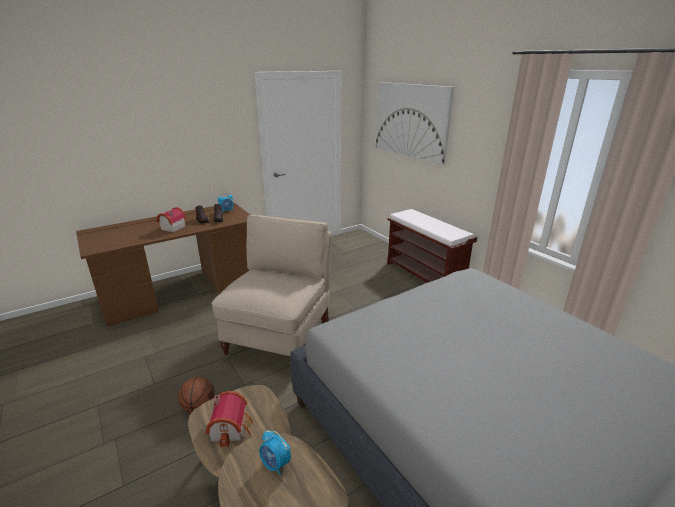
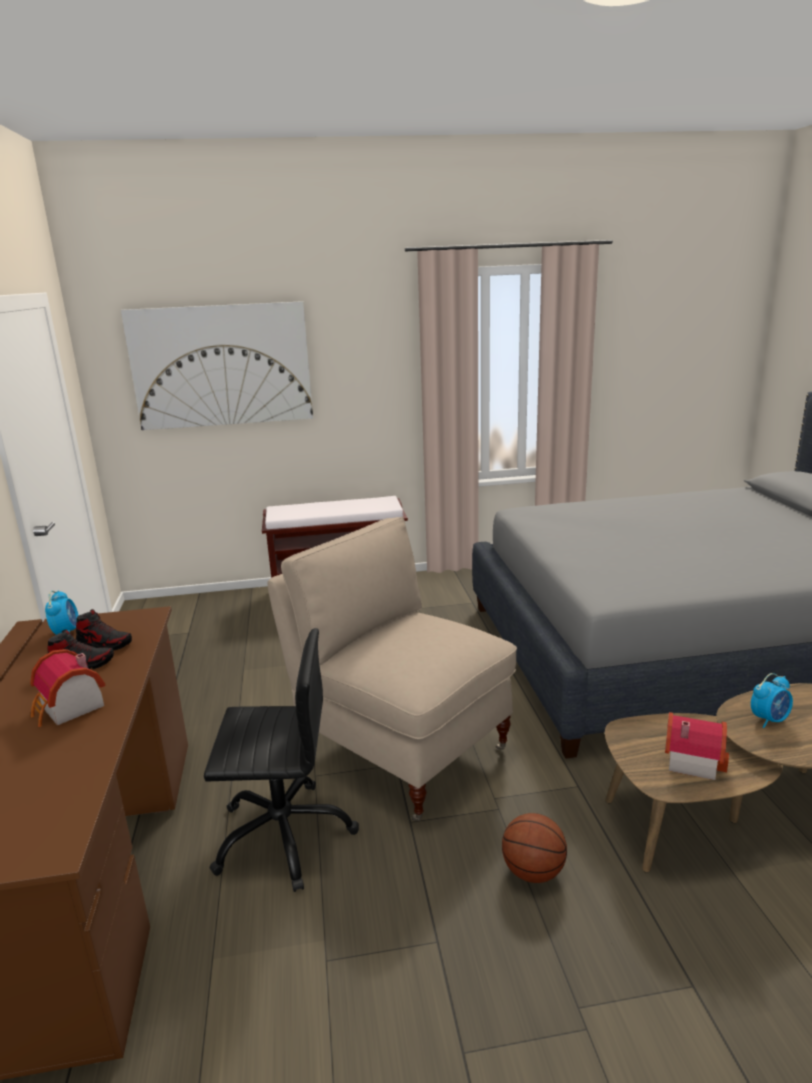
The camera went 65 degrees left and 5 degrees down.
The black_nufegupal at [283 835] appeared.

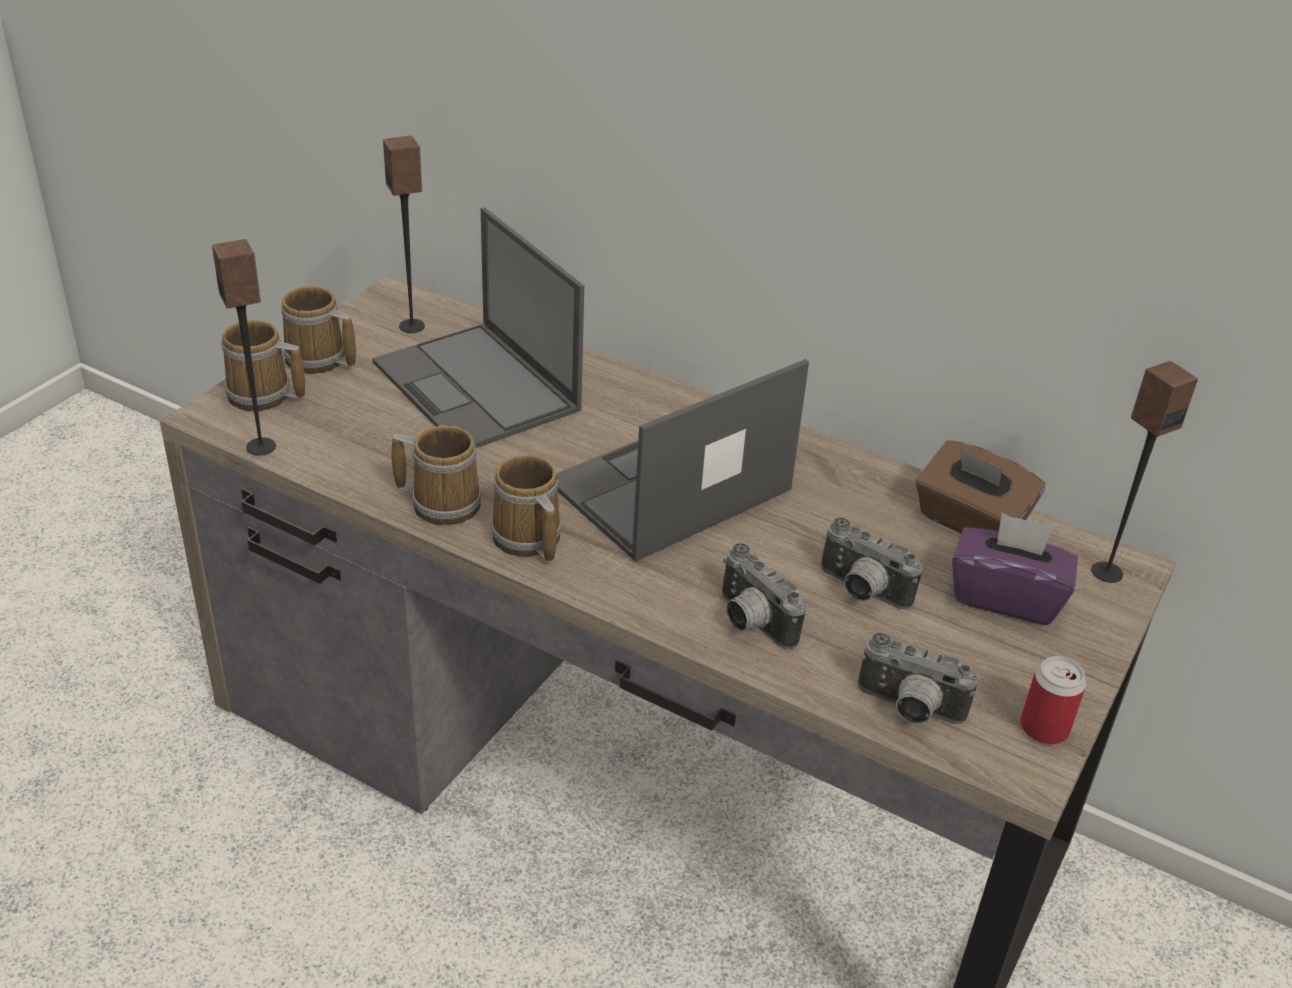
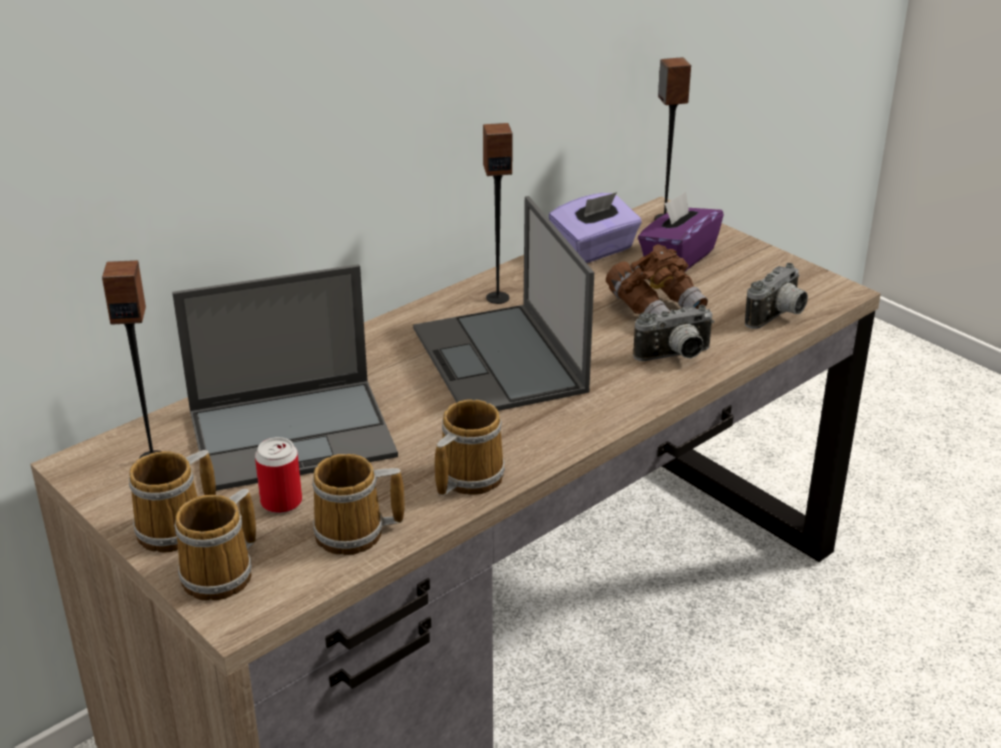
The camera went 70 degrees left and 5 degrees down.
The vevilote moved from [262 447] to [497 297].
The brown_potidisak at [970 522] became the purple_potidisak at [594 250].
The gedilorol moved from [526 539] to [354 534].
The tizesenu at [860 592] was replaced by the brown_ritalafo at [656 307].
The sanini moved from [1044 728] to [281 502].

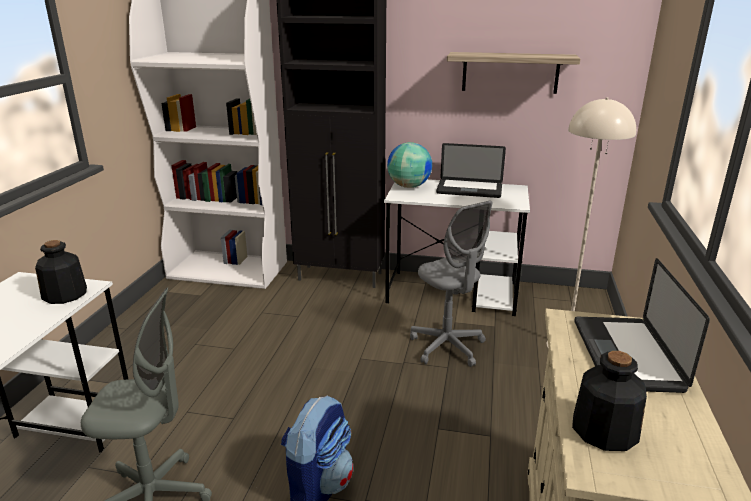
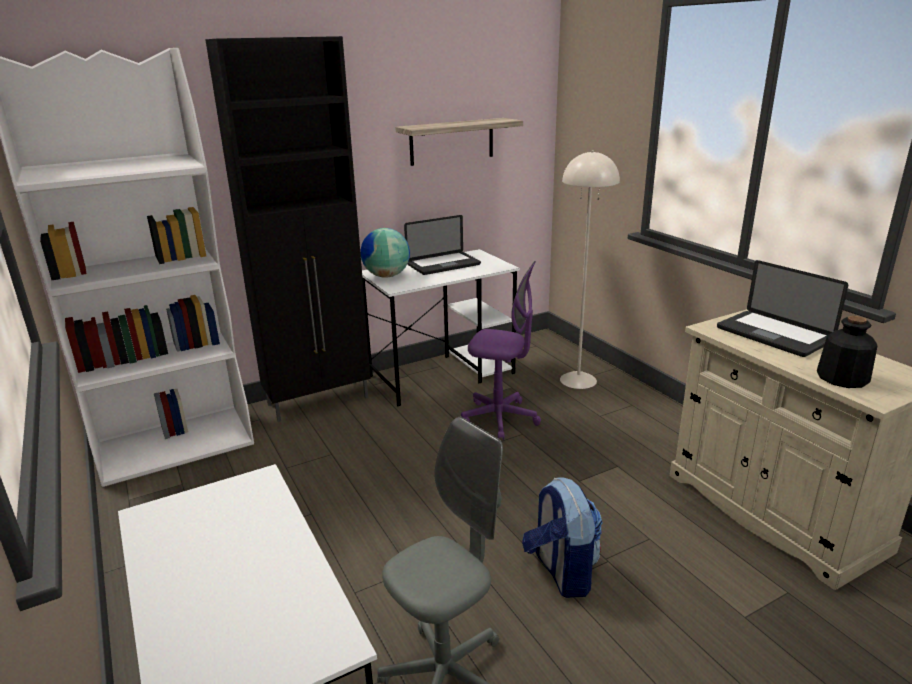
The camera went 40 degrees left and 0 degrees up.
The grey_nufegupal at [447 347] became the purple_nufegupal at [500 418].
The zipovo at [65 295] disappeared.

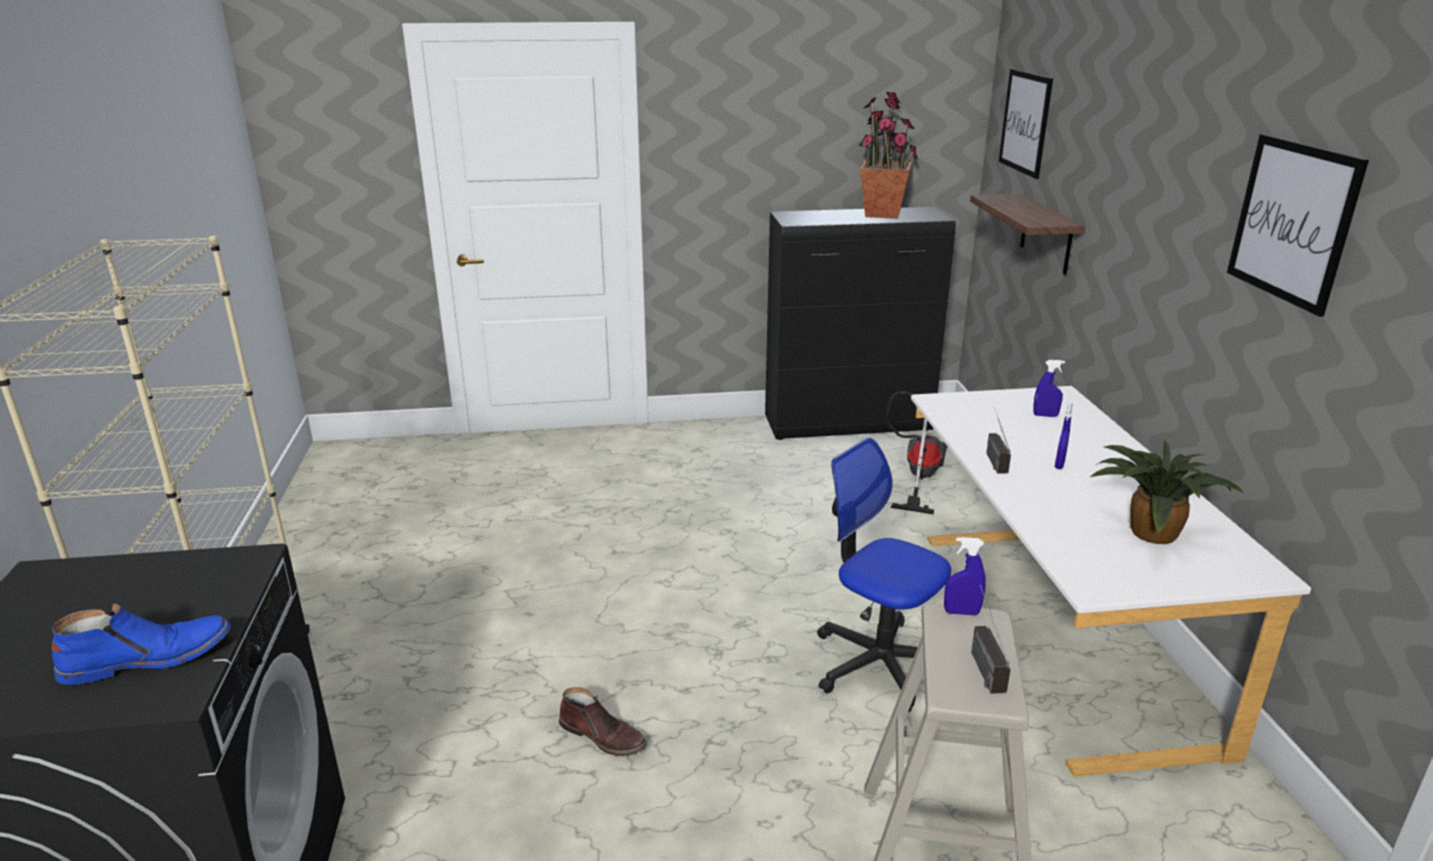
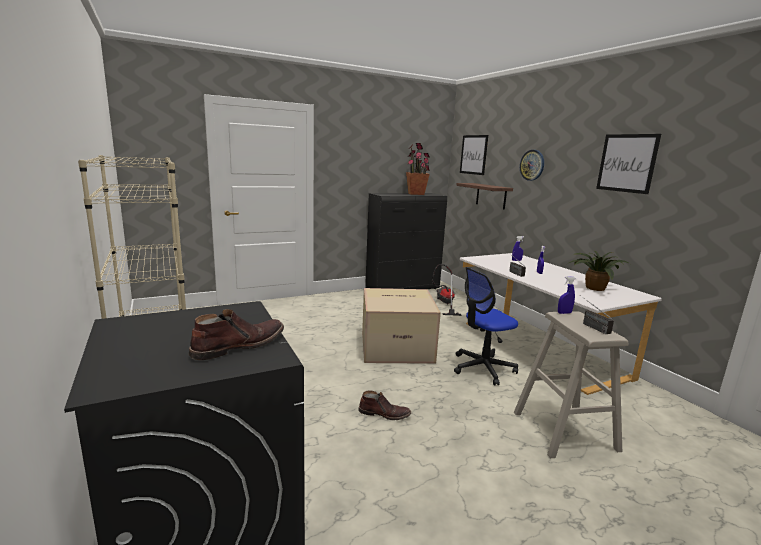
The camera went 20 degrees left and 10 degrees down.
The nufegupal at [878 663] turned 45 degrees counterclockwise.
The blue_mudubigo at [148 658] became the brown_mudubigo at [238 346].
The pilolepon at [532 165] appeared.
The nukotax at [397 346] appeared.

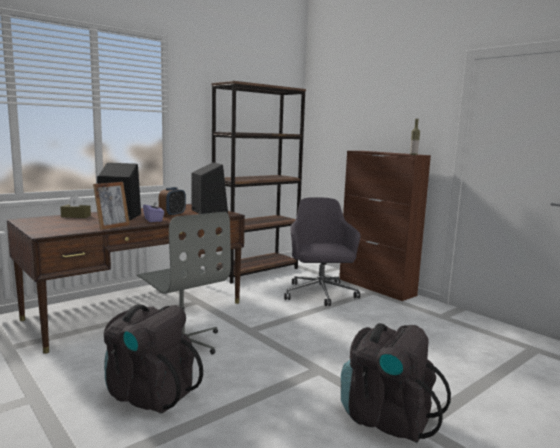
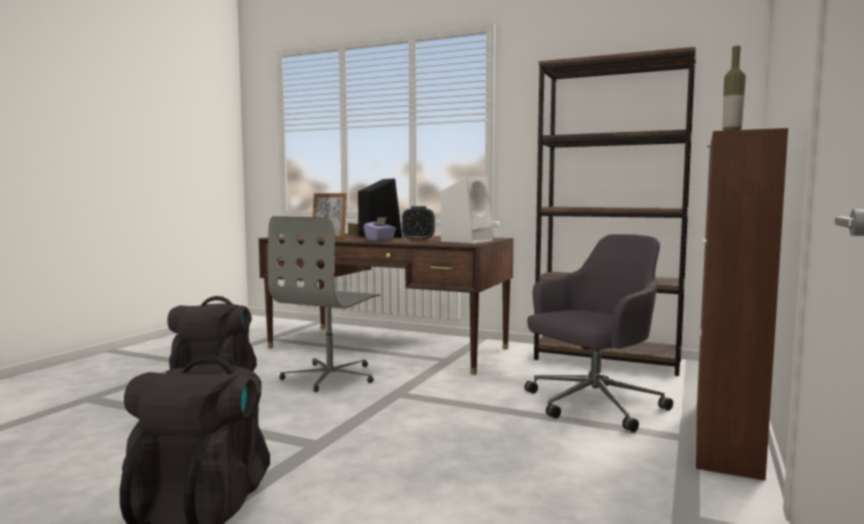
The camera went 65 degrees right and 5 degrees down.
The black_vevilote at [208 211] became the white_vevilote at [467 241].

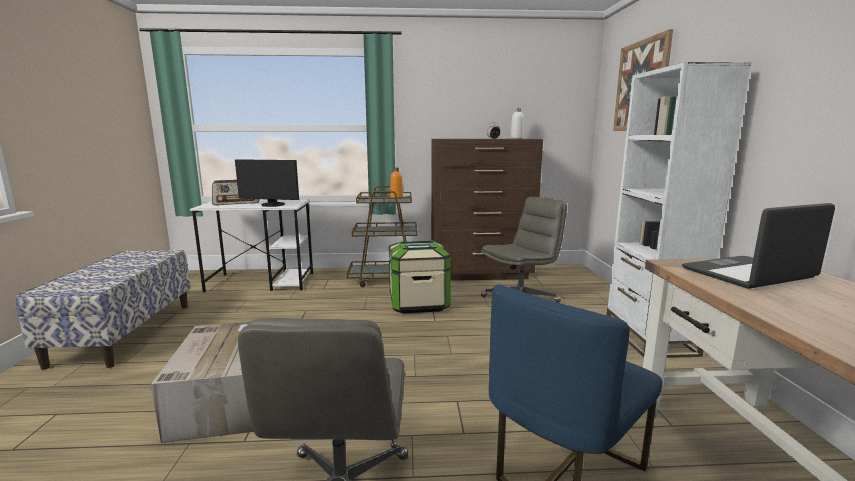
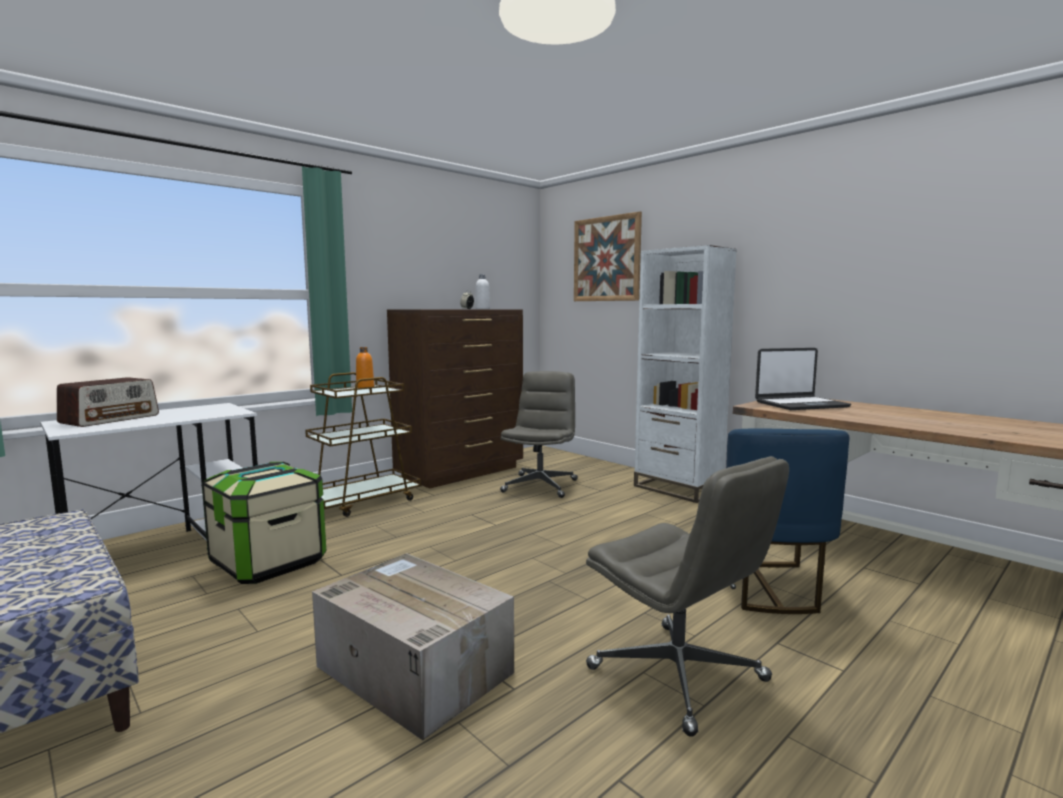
The camera went 40 degrees left and 5 degrees down.
The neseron at [272 205] disappeared.
The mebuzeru at [749 274] turned 135 degrees counterclockwise.
The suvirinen moved from [418 303] to [269 562].

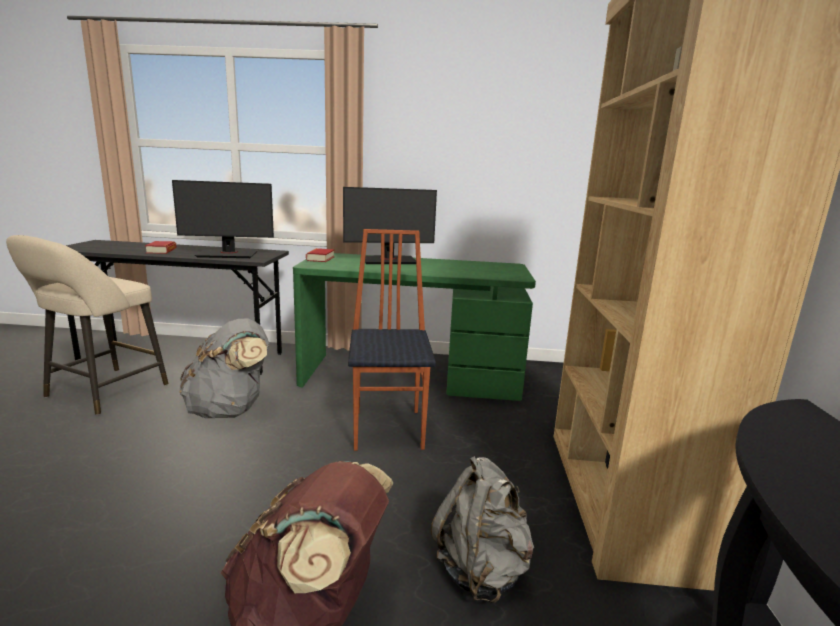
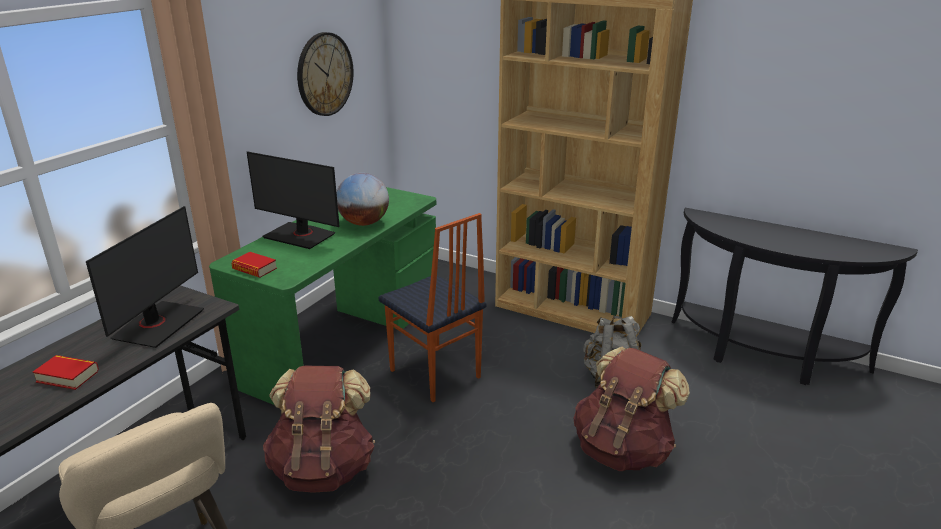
The camera went 65 degrees left and 10 degrees up.
The neseron at [388 260] turned 105 degrees clockwise.
The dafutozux at [389 428] turned 150 degrees counterclockwise.
The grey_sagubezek at [230 410] became the brown_sagubezek at [323 469].
The pilolepon at [324 74] appeared.
The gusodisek at [364 223] appeared.

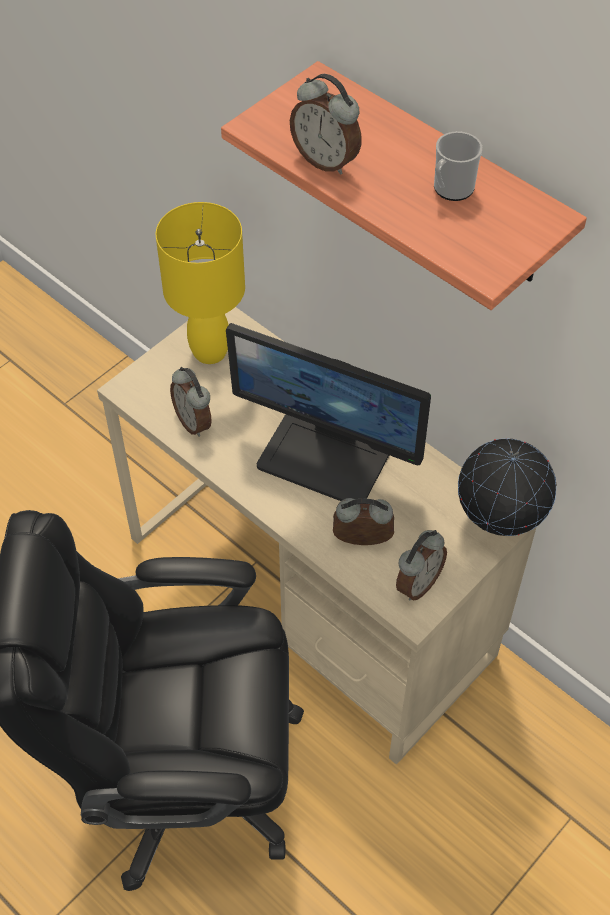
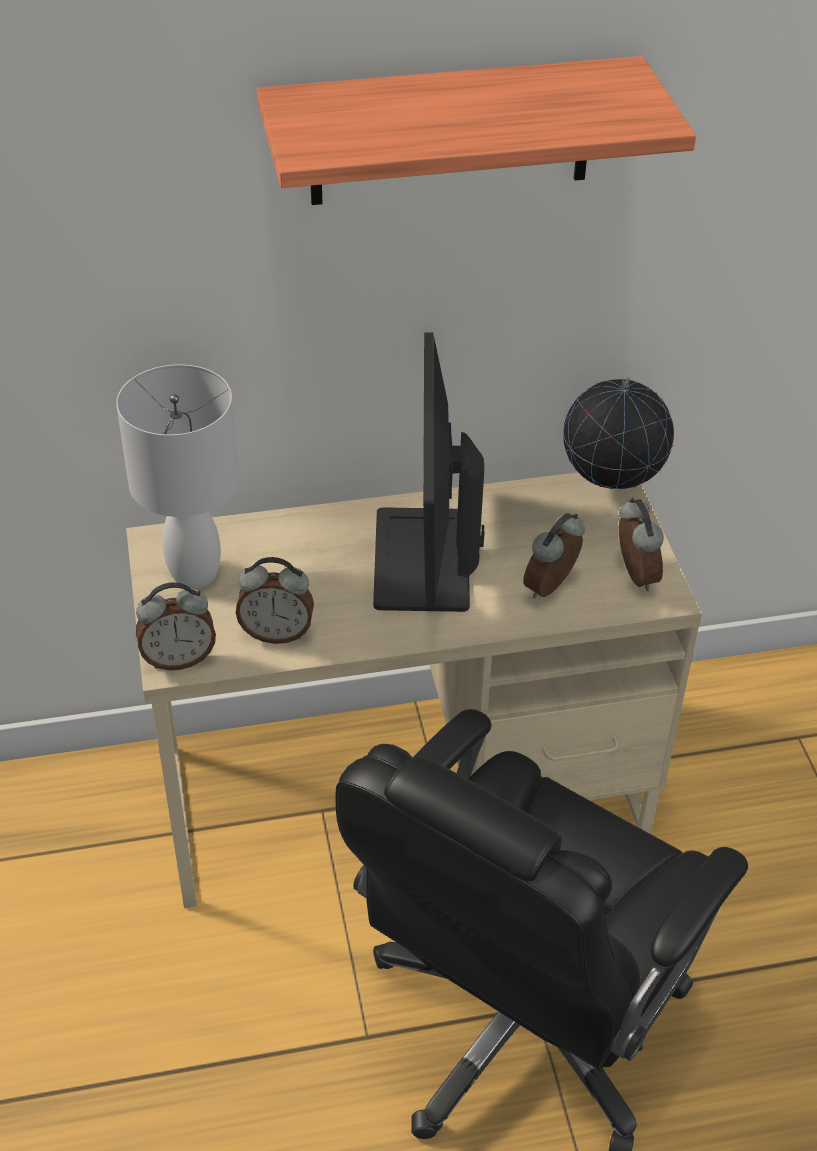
The camera went 55 degrees left and 10 degrees down.
The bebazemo moved from [326 160] to [179 659].
The gedilorol at [450 190] disappeared.
The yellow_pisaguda at [211 351] became the white_pisaguda at [194 572].
The neseron at [325 458] turned 120 degrees clockwise.

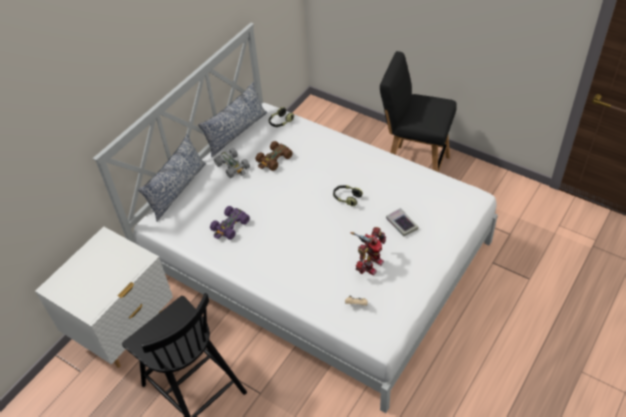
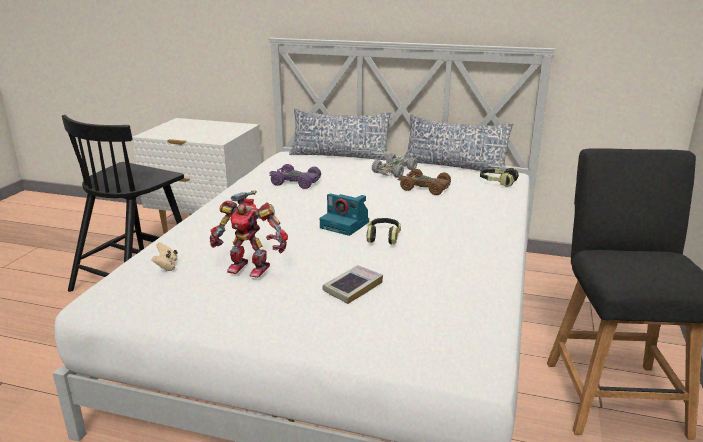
The camera went 70 degrees right and 25 degrees down.
The tizesenu at [346 225] appeared.

